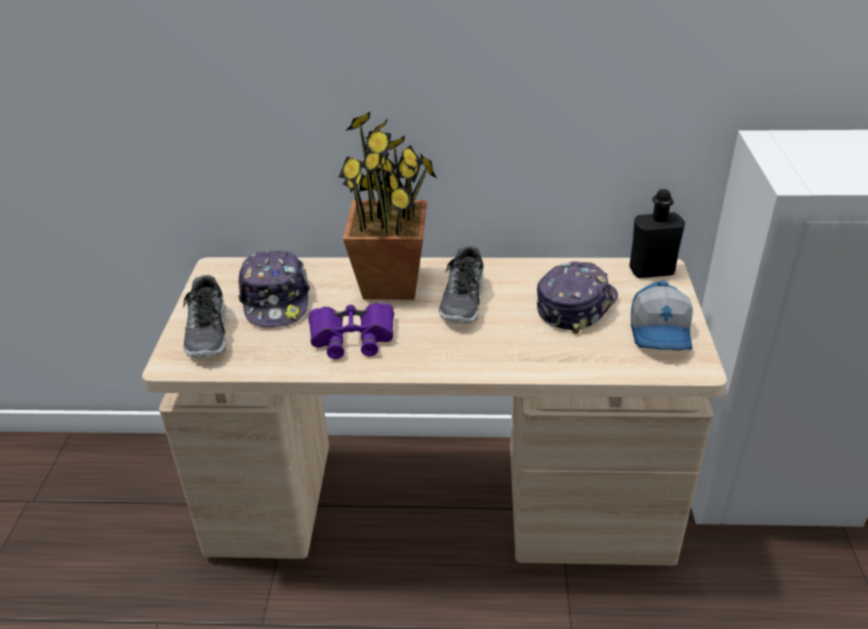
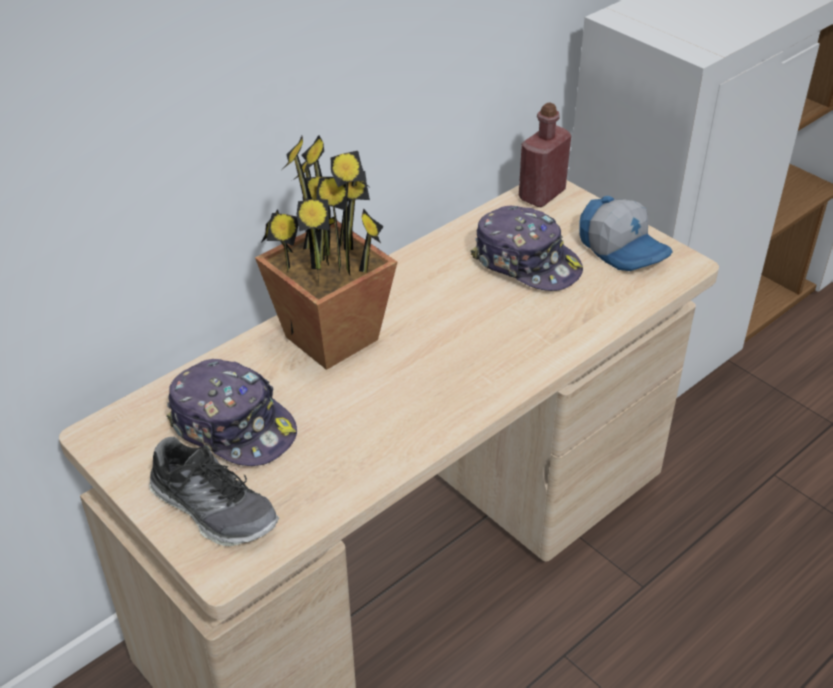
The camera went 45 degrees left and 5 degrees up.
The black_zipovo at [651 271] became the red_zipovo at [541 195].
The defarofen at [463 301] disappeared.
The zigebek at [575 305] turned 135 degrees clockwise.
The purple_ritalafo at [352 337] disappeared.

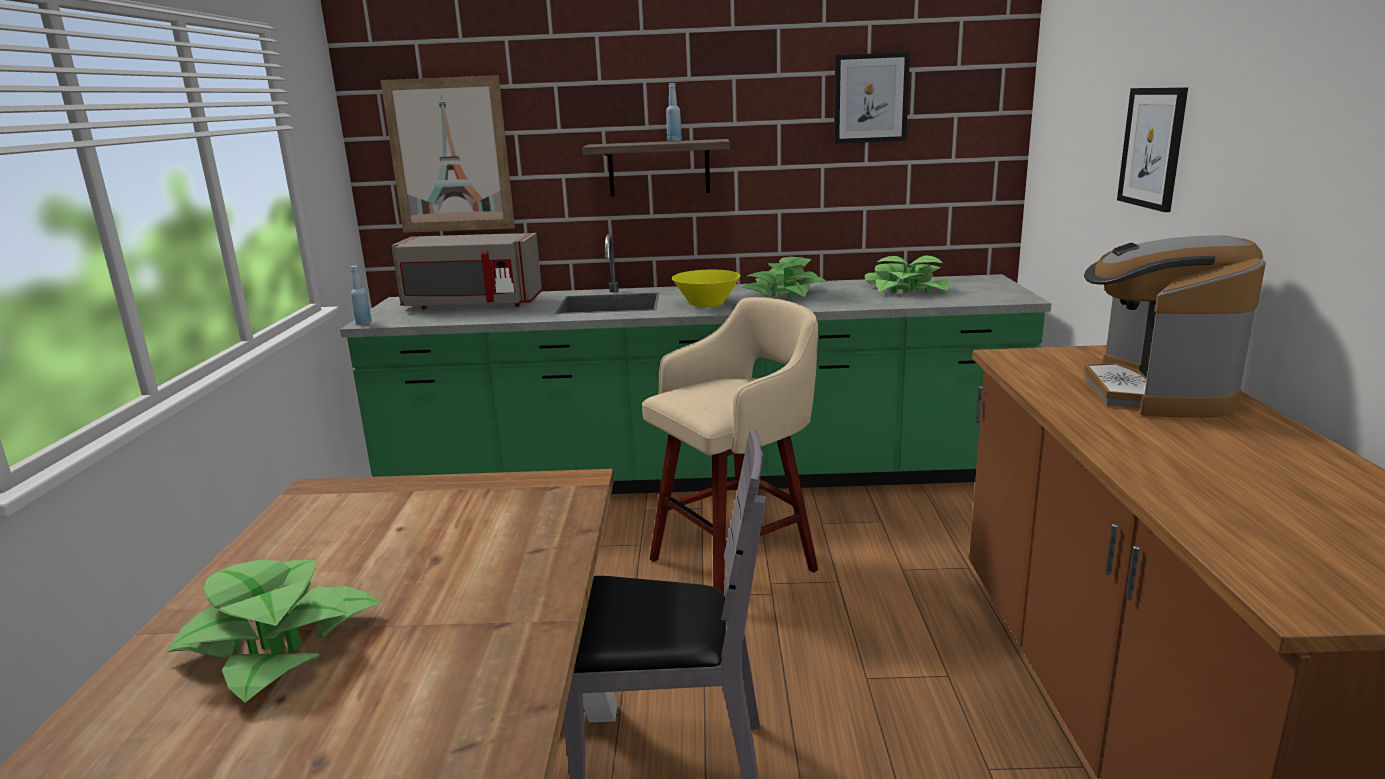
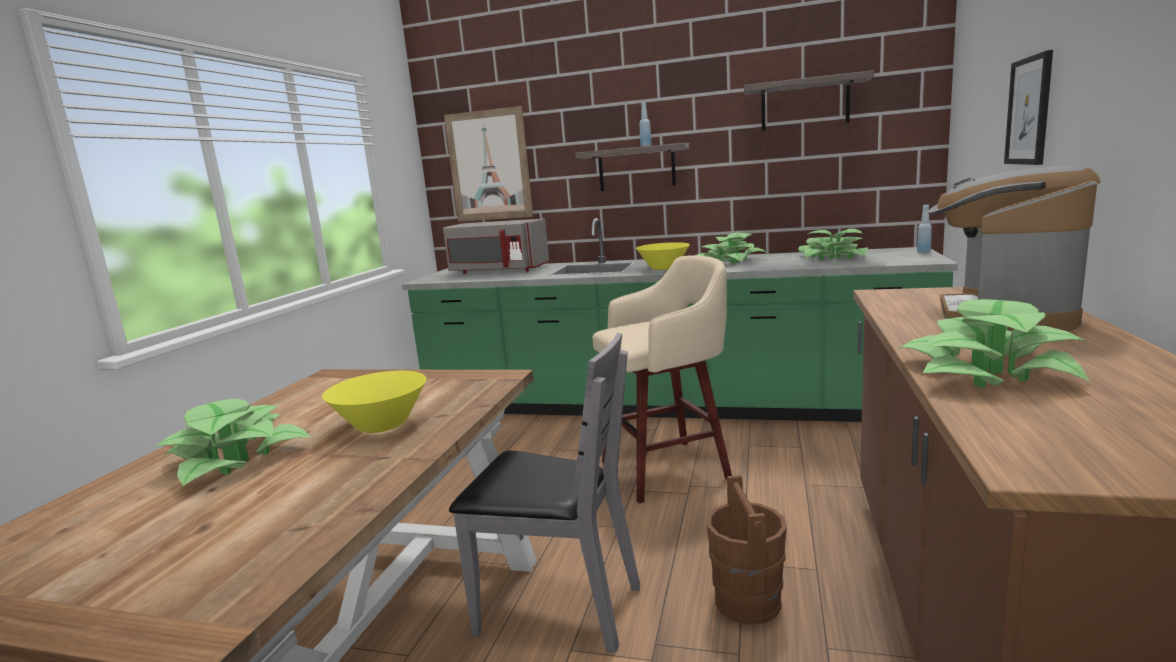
The camera went 15 degrees right and 5 degrees down.
The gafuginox at [870 98] was replaced by the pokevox at [804 104].
The blue_zipovo moved from [363 323] to [923 252].
The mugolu at [986 371] appeared.
The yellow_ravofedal at [382 425] appeared.
The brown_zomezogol at [747 601] appeared.

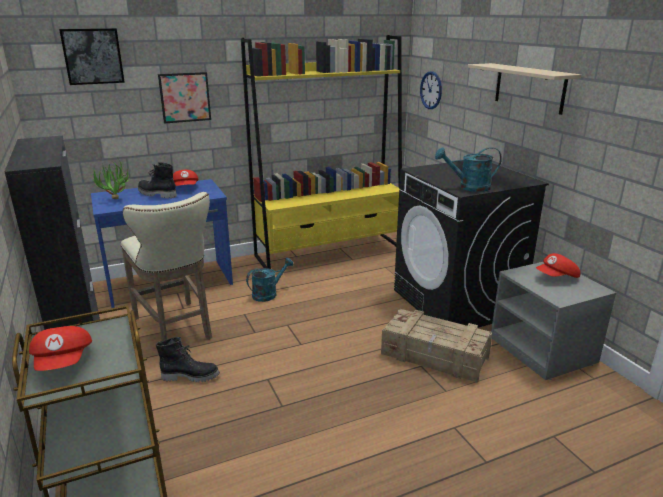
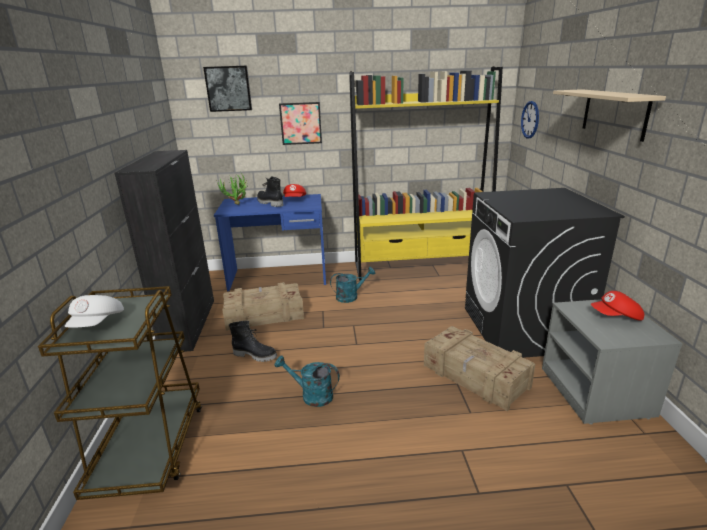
The camera went 20 degrees right and 0 degrees up.
The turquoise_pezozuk moved from [468 187] to [311 395].
The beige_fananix at [175 329] was replaced by the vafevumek at [263 315].
The red_zigebek at [64 362] became the white_zigebek at [98 324].

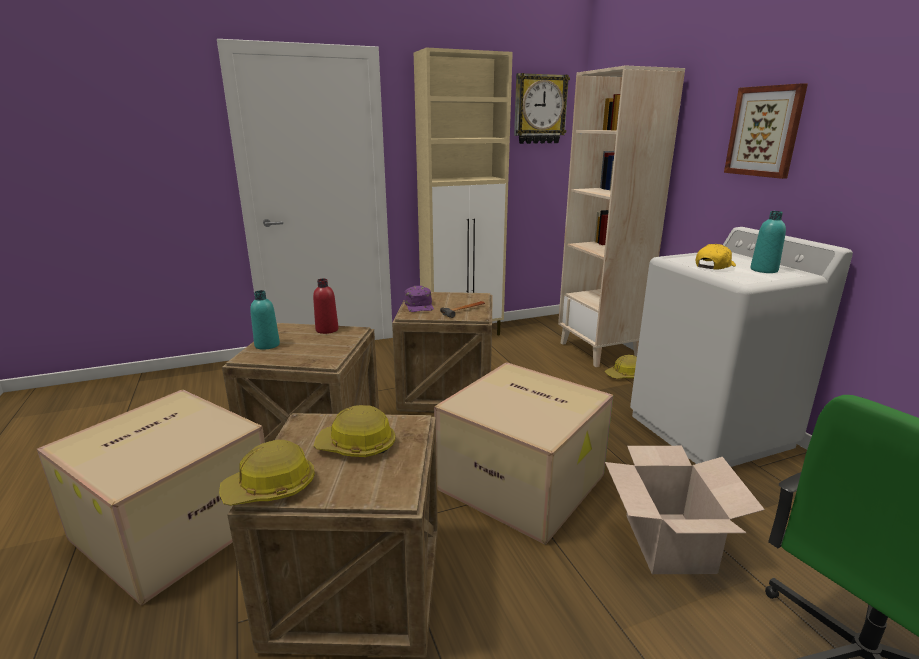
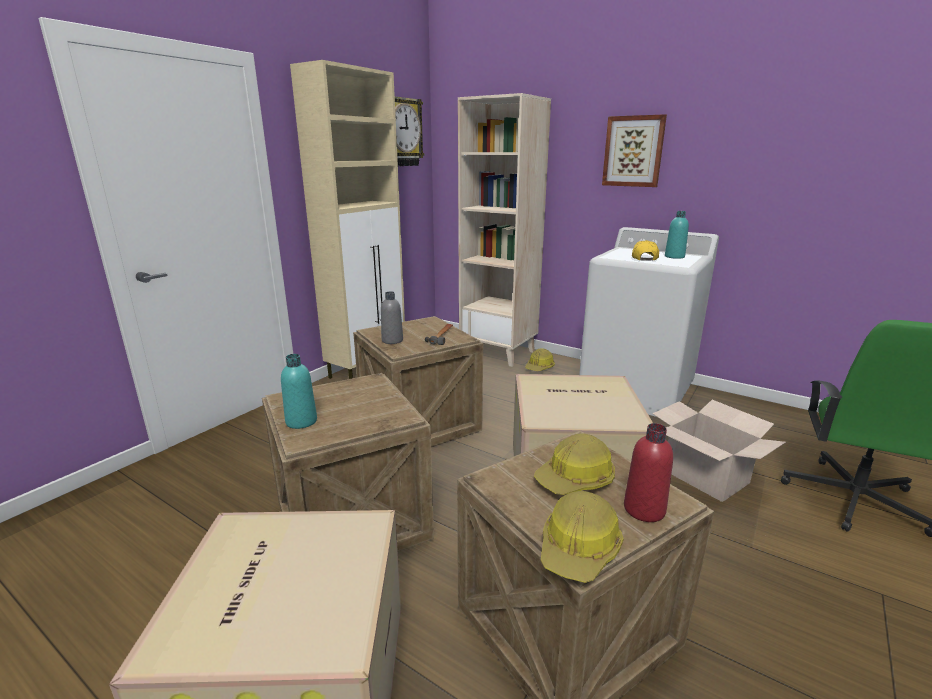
The camera went 35 degrees left and 0 degrees up.
The red_zipovo moved from [327 330] to [644 509].
The purple_zigebek at [419 305] was replaced by the grey_zipovo at [392 340].

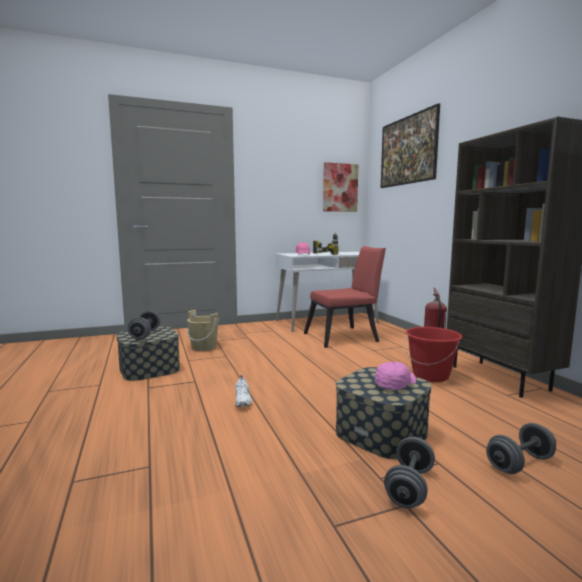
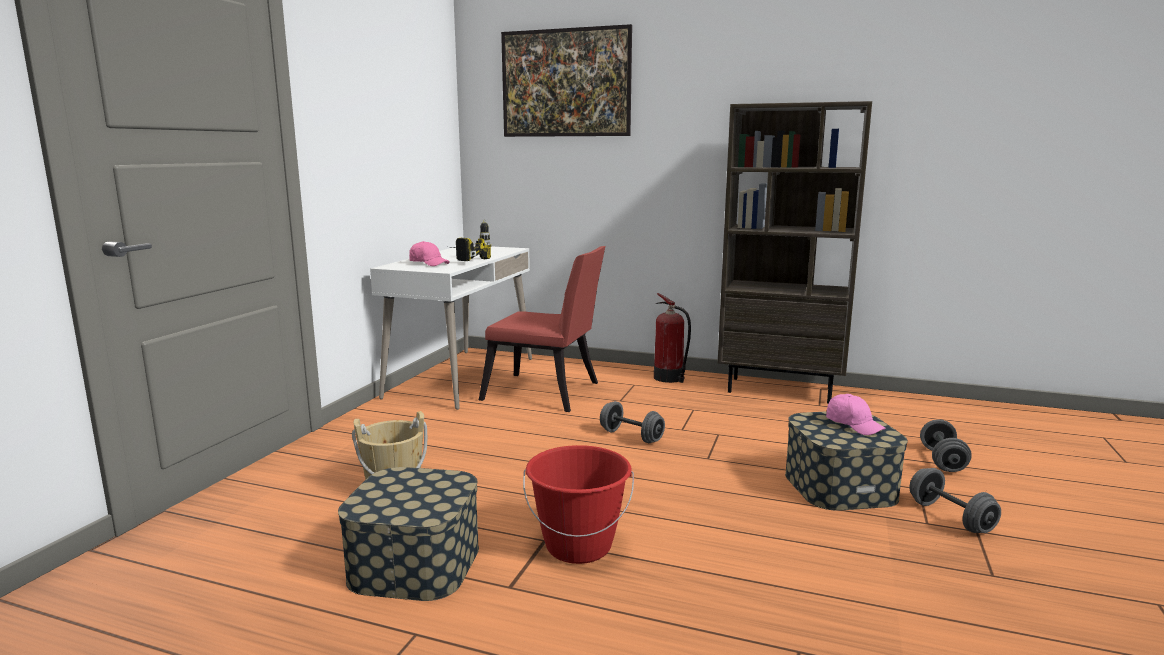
The camera went 50 degrees left and 5 degrees up.
The gafuginox at [340 187] disappeared.
The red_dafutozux at [345 337] turned 90 degrees clockwise.
The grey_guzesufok moved from [145 335] to [631 436].
The red_zomezogol moved from [431 376] to [578 546].
The pink_zigebek at [395 384] turned 150 degrees clockwise.
The white_defarofen at [243 401] disappeared.

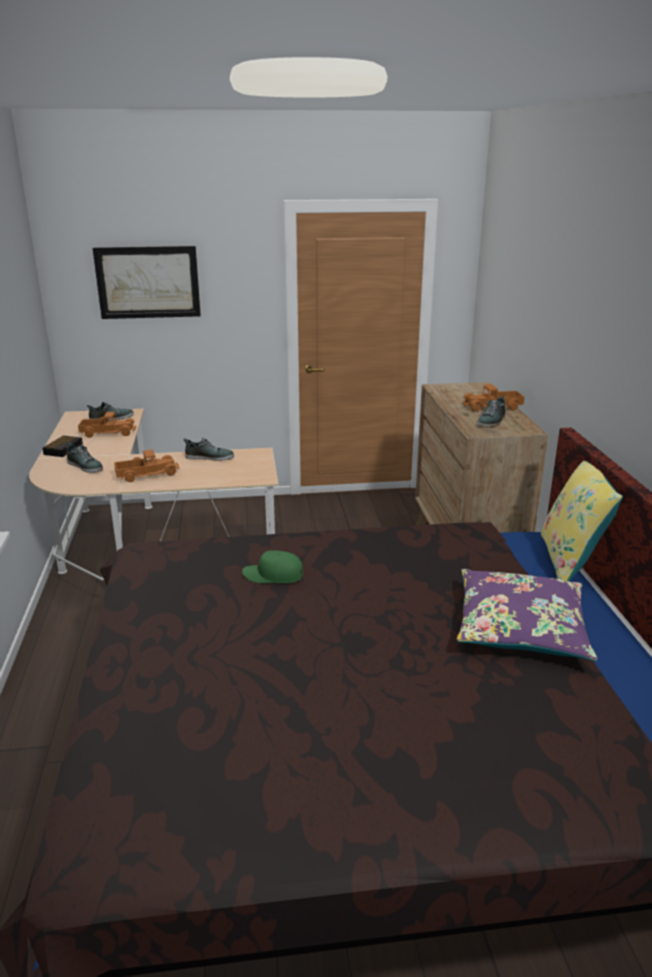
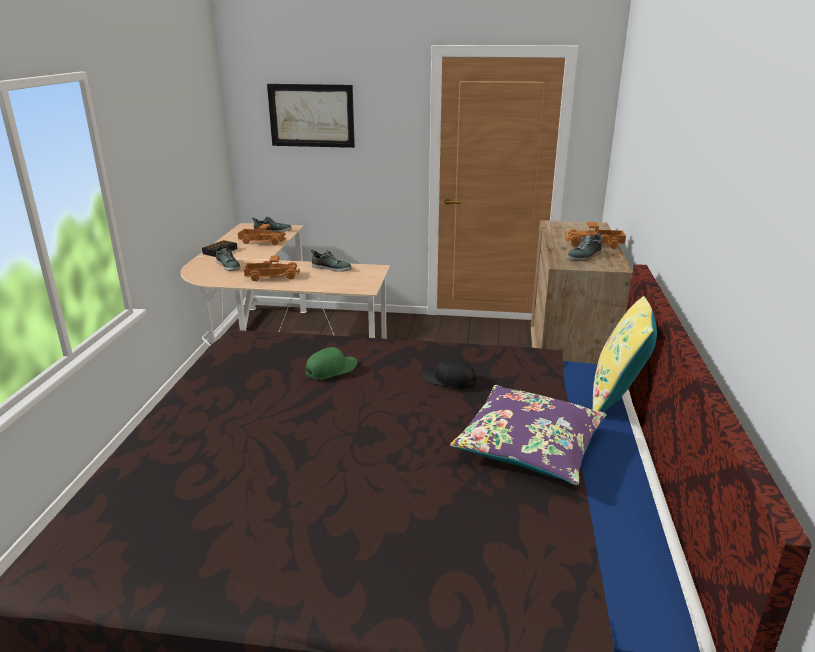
The camera went 15 degrees right and 0 degrees up.
The green_zigebek at [273 575] turned 120 degrees clockwise.
The black_zigebek at [448 380] appeared.

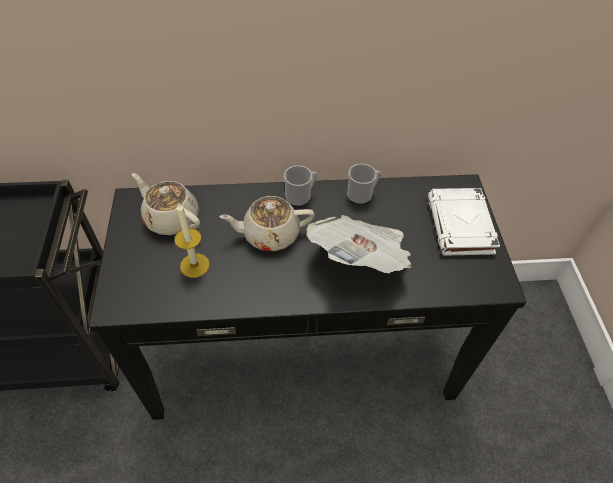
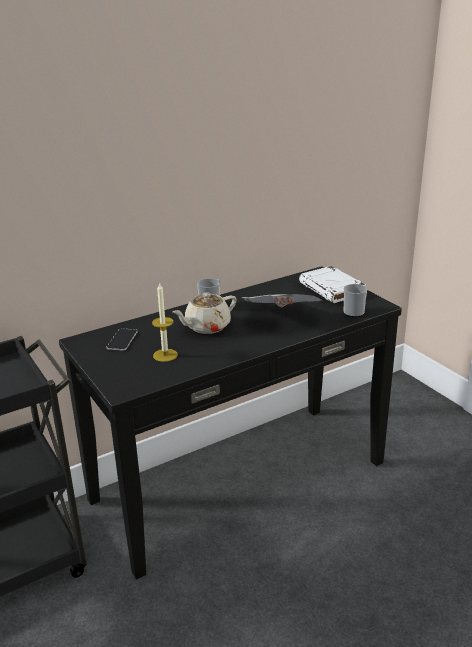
The camera went 25 degrees left and 25 degrees down.
The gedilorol moved from [362 195] to [355 311].
The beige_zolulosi at [171 218] was replaced by the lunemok at [122 340].

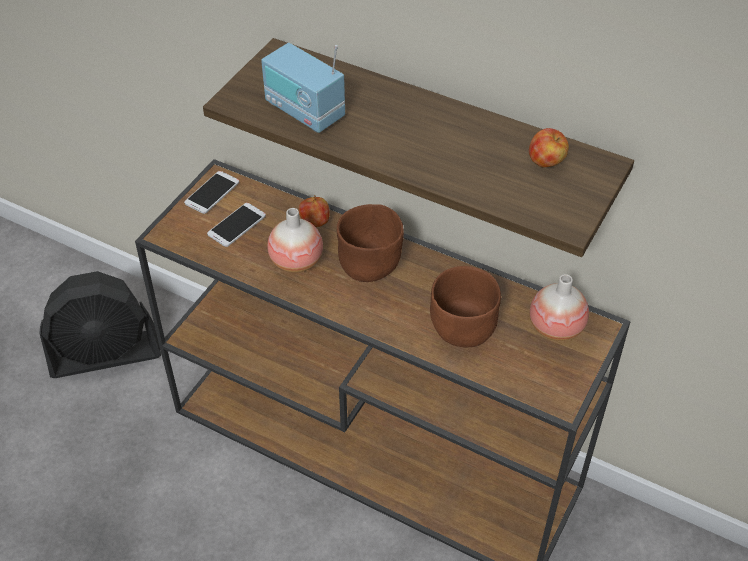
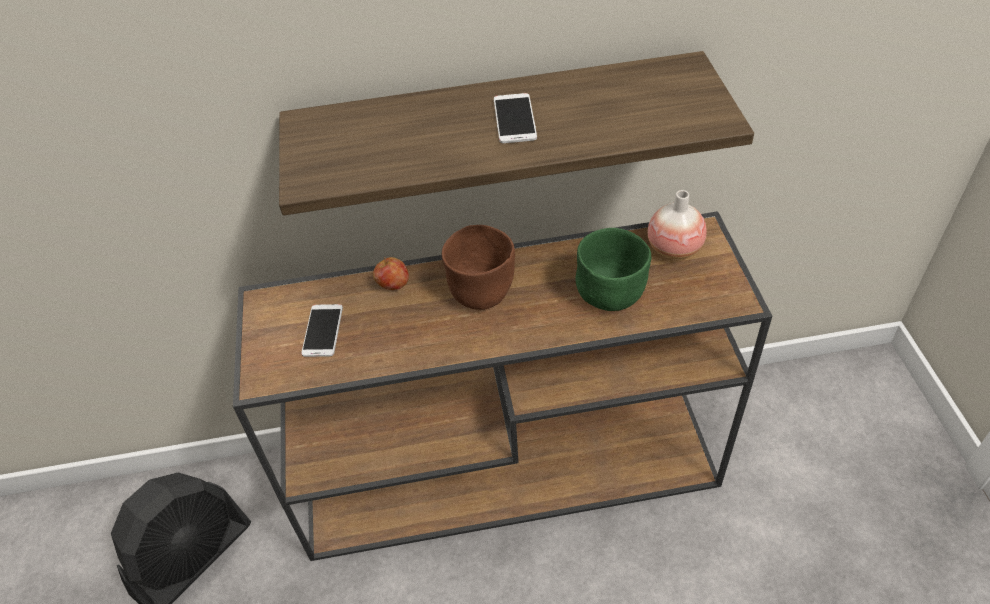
The camera went 35 degrees left and 0 degrees up.
The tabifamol at [304 111] disappeared.
The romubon at [546 162] disappeared.
The lunemok moved from [212 193] to [514 119].
The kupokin at [296 262] disappeared.
The brown_ravofedal at [462 333] became the green_ravofedal at [611 297].

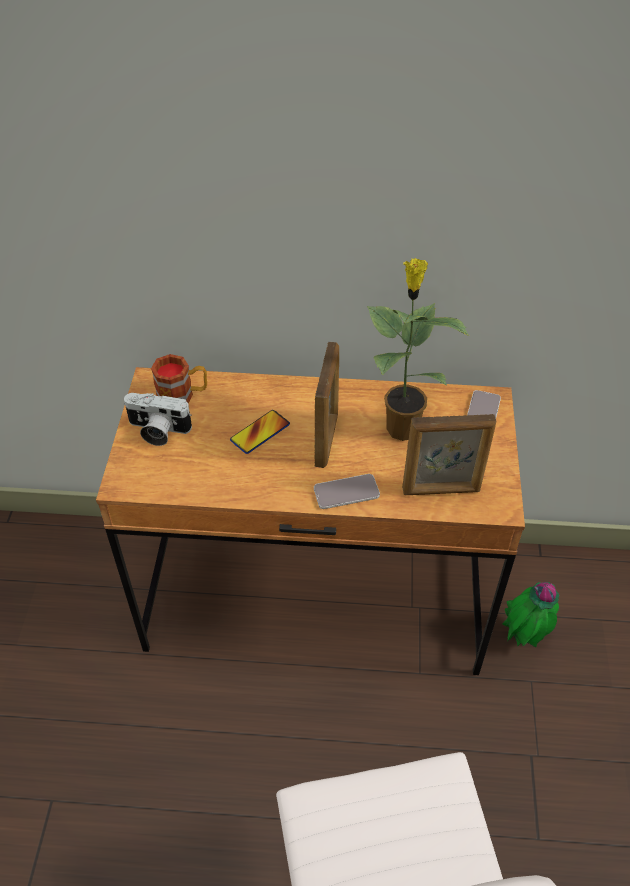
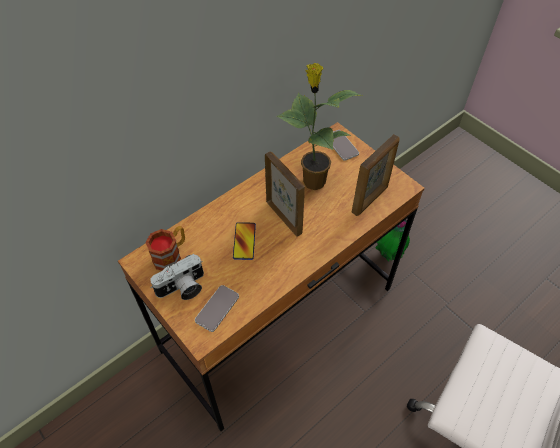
The camera went 45 degrees left and 5 degrees up.
The lunemok moved from [346 492] to [217 308].

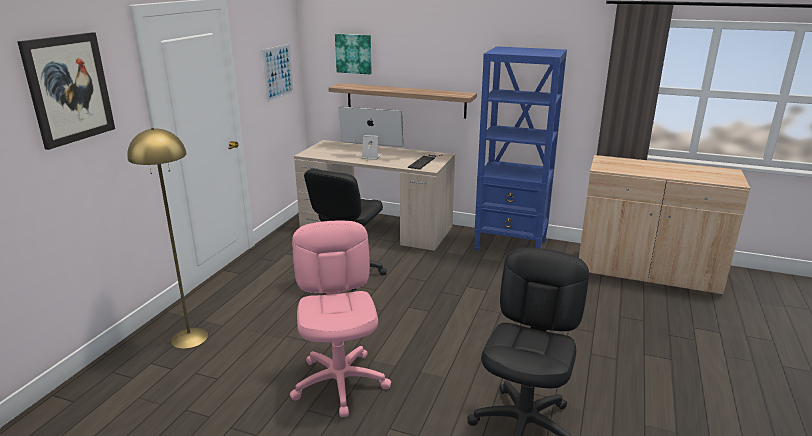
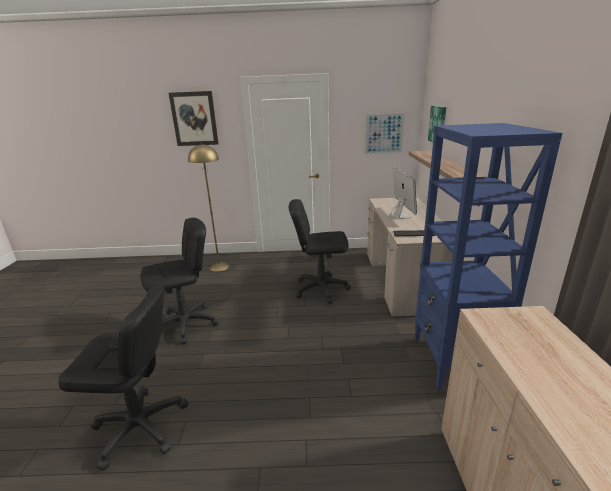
The camera went 70 degrees right and 0 degrees up.
The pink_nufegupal at [340 382] became the black_nufegupal at [186 324].

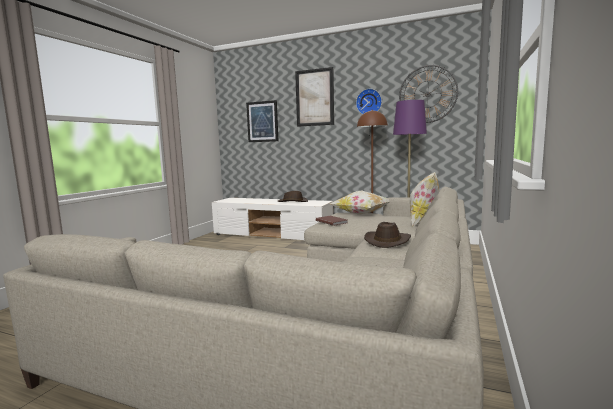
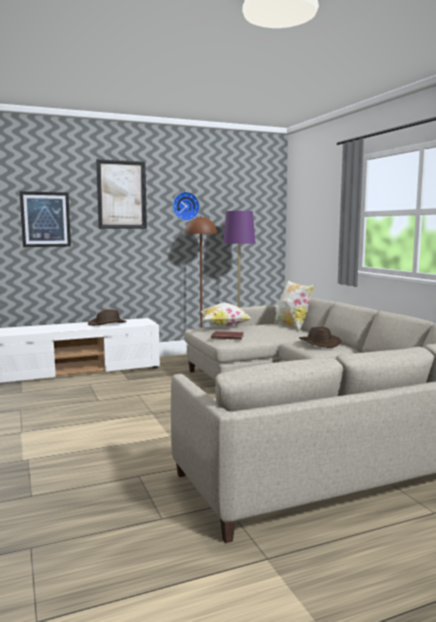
The camera went 45 degrees left and 0 degrees up.
The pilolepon at [427 94] disappeared.

